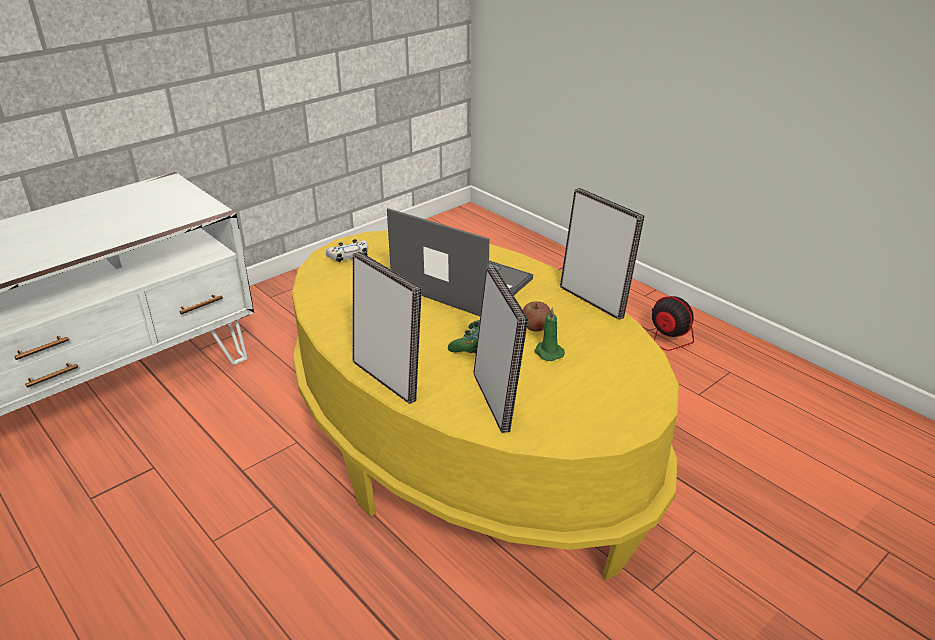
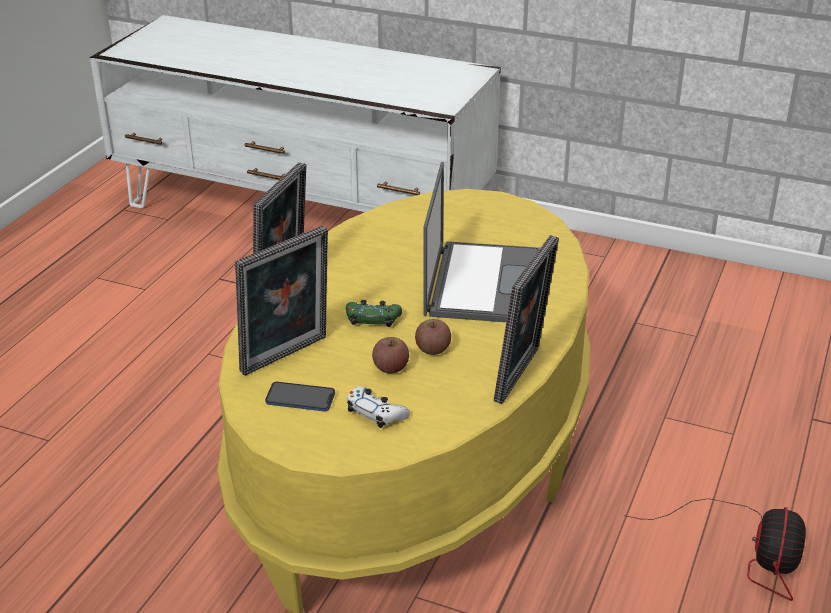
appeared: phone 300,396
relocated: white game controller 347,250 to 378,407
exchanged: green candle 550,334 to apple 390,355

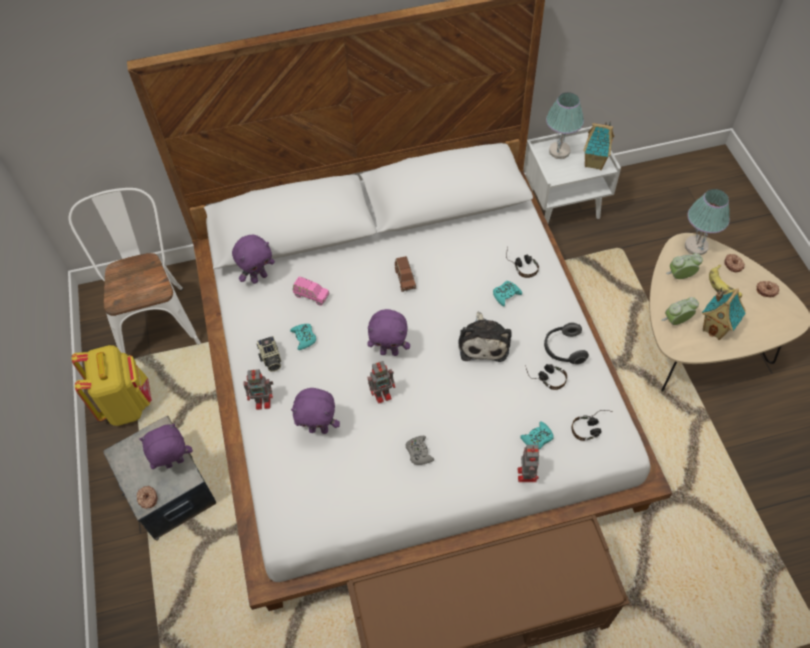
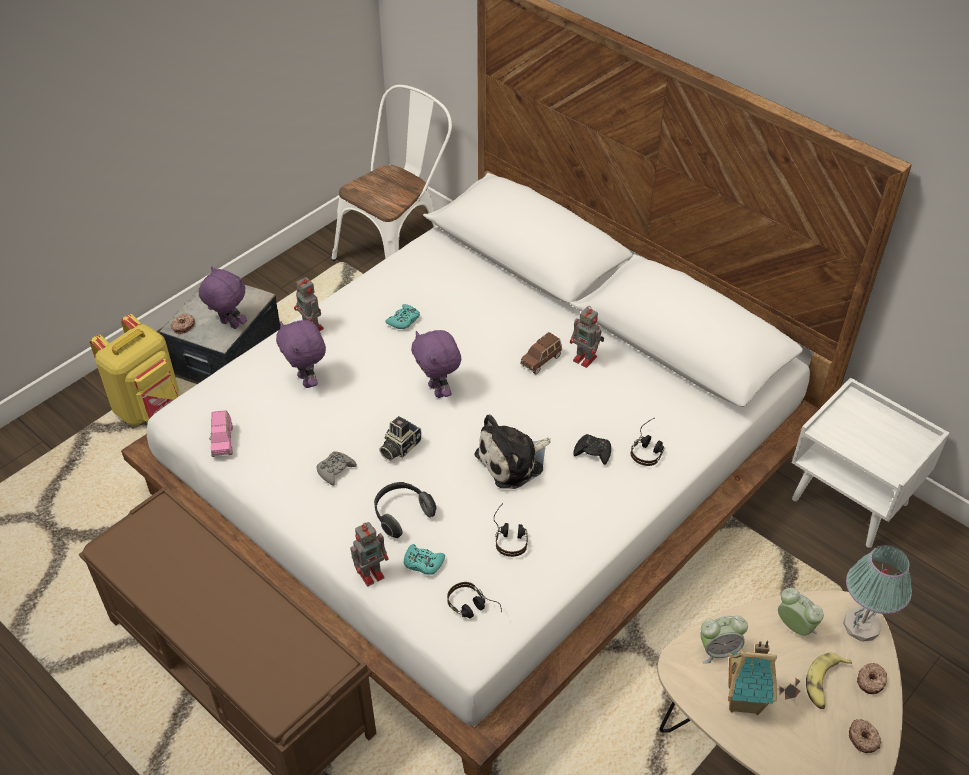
missing: purple plush toy 253,259; table lamp 565,125; toy house 599,145
relocated: yellow backpack 112,385 to 134,370; pink toy car 311,291 to 221,433; headphones 566,344 to 405,510; photo camera 269,354 to 400,438; toy robot 381,382 to 587,337
colour: turquoise game controller 507,294 to black game controller 592,449
spun: alarm clock 680,311 = 724,640 135 degrees clockwise

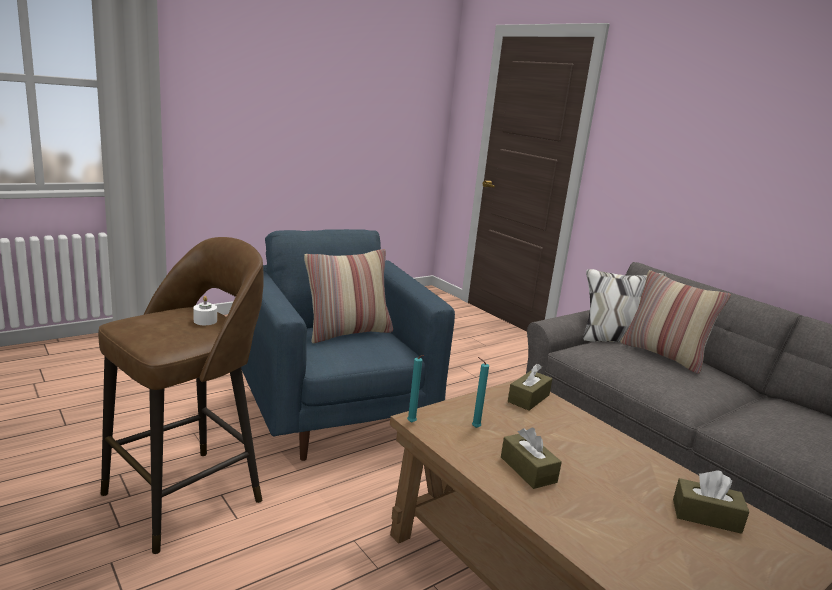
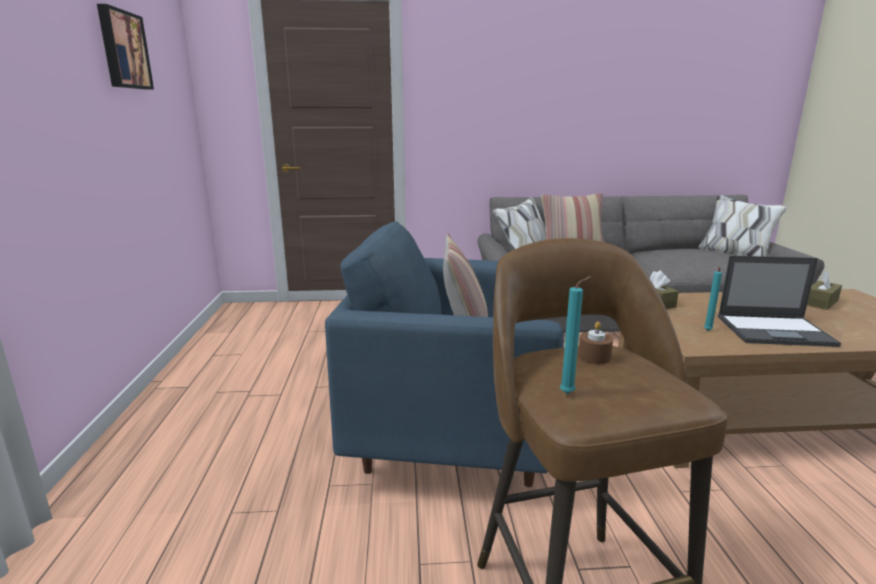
appeared: picture 125,47
relocated: turquoise candle 415,389 to 575,335
exchanged: brown tissue box 531,458 to laptop 779,301
colour: white candle 205,310 to brown candle 595,343

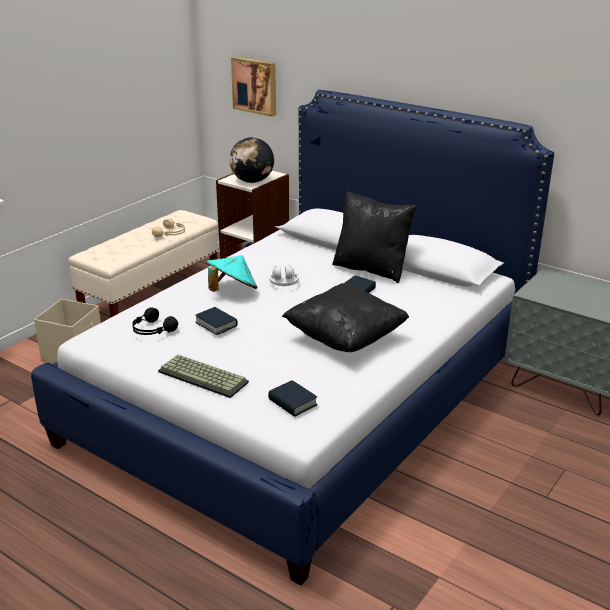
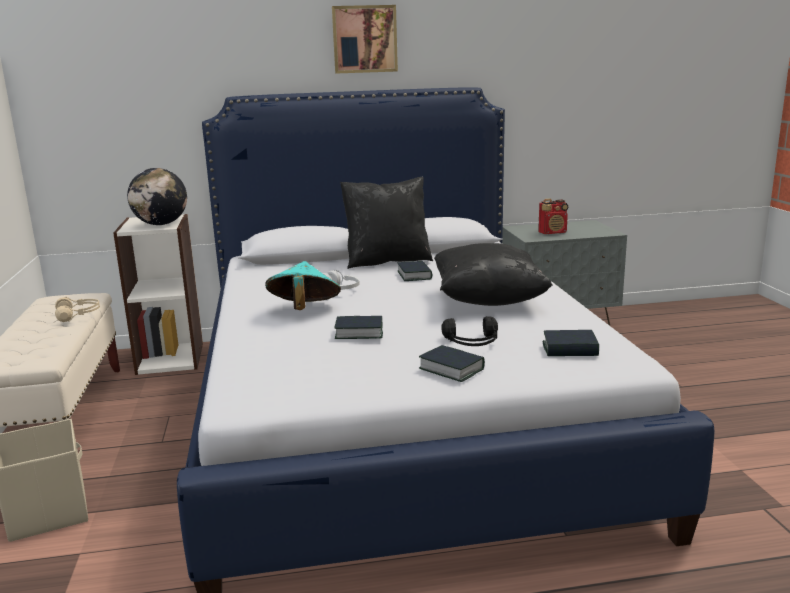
appeared: radio 553,216
relocated: picture 253,87 to 365,39; black headphones 155,321 to 469,331
exchanged: keyboard 203,376 to book 452,363

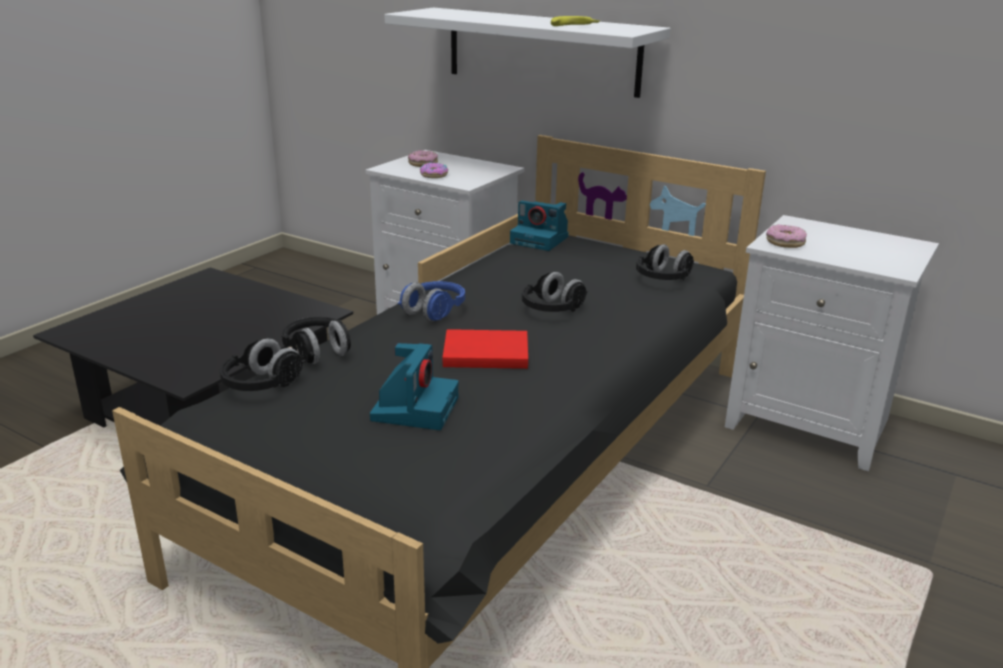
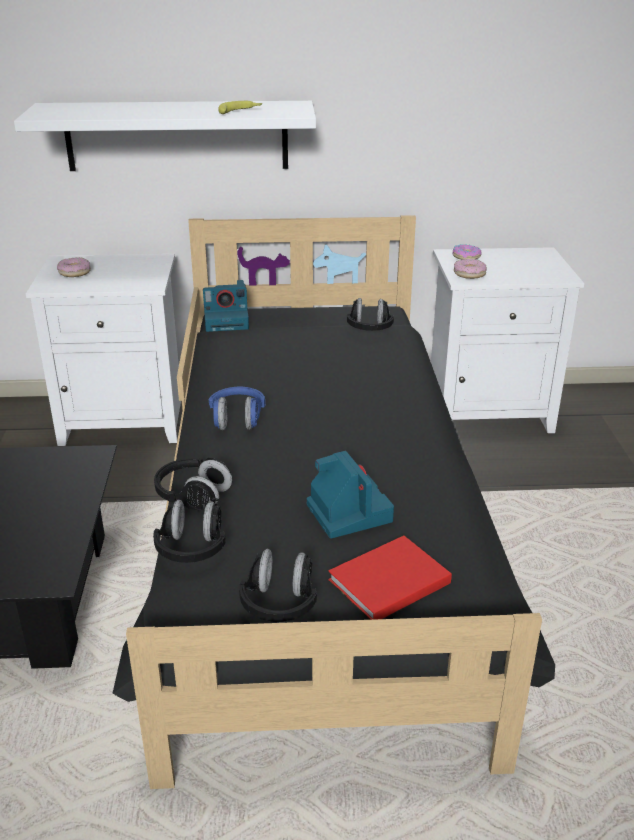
relocated: black headphones 555,292 to 278,585; red book 485,349 to 390,577; donut 434,170 to 467,252

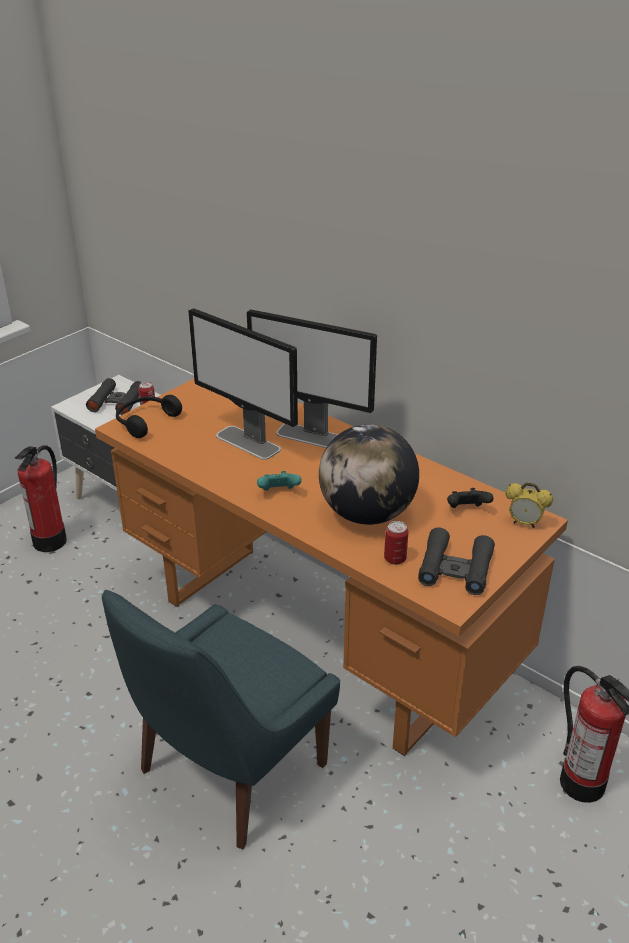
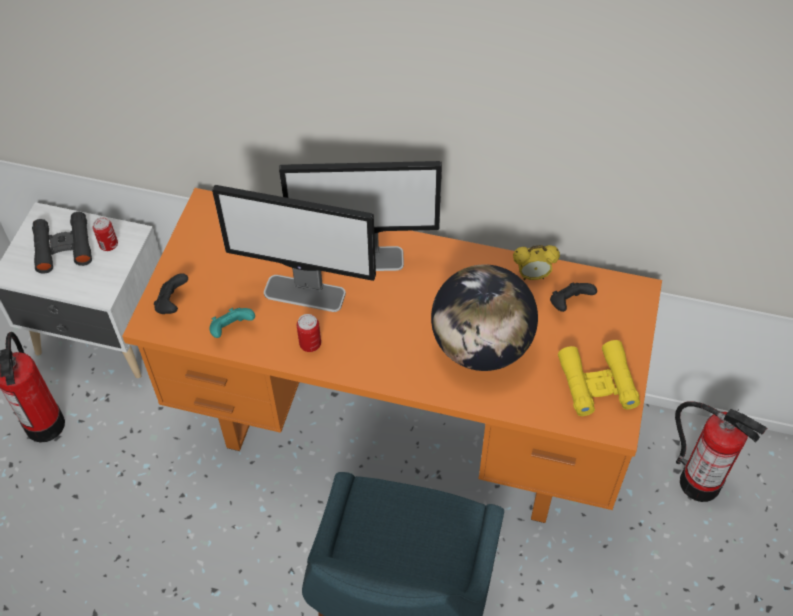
relocated: turquoise game controller 279,481 to 232,323; can 396,543 to 309,333; alarm clock 529,505 to 536,262
exchanged: black headphones 149,416 to black game controller 171,293
colour: black binoculars 456,561 to yellow binoculars 599,378

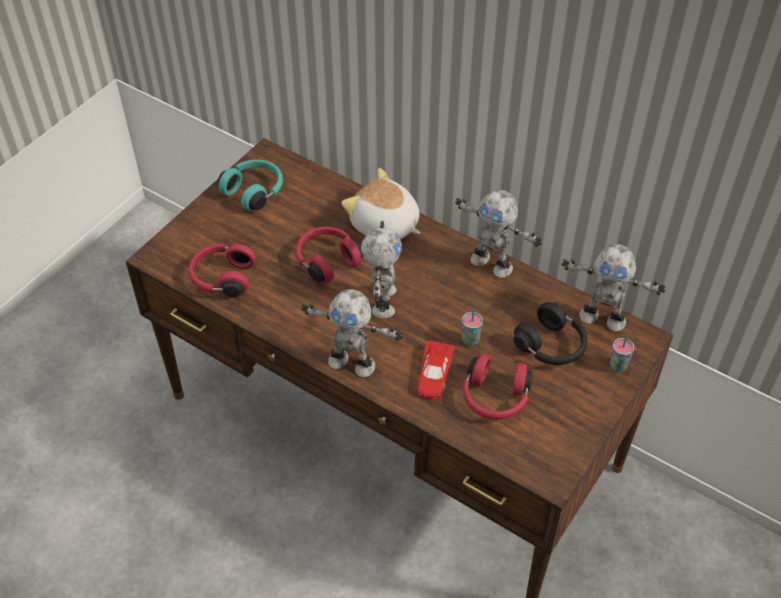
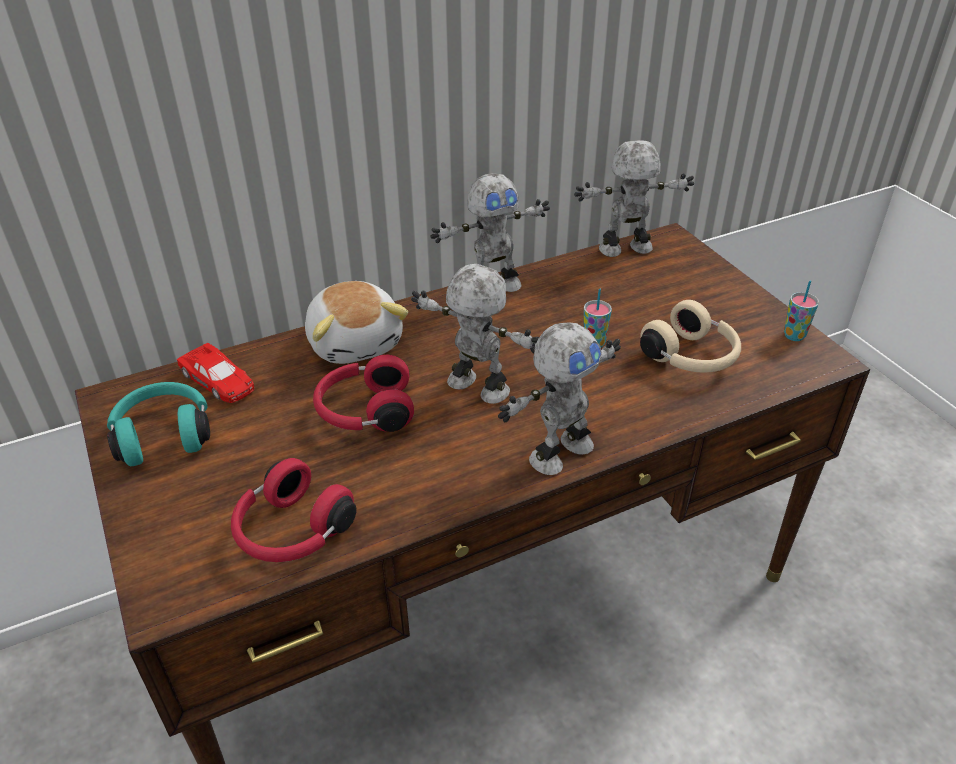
missing: black headphones 550,333
relocated: red toy car 435,370 to 216,373; cup 622,353 to 801,311
colour: red headphones 497,387 to beige headphones 690,336
spun: plush toy 380,203 = 357,322 90 degrees counterclockwise; toy robot 613,287 = 634,198 150 degrees counterclockwise

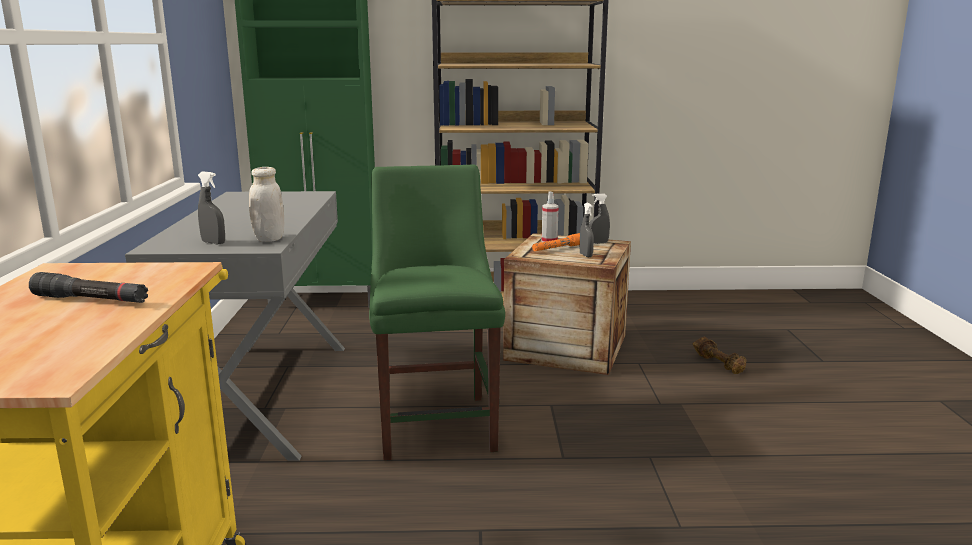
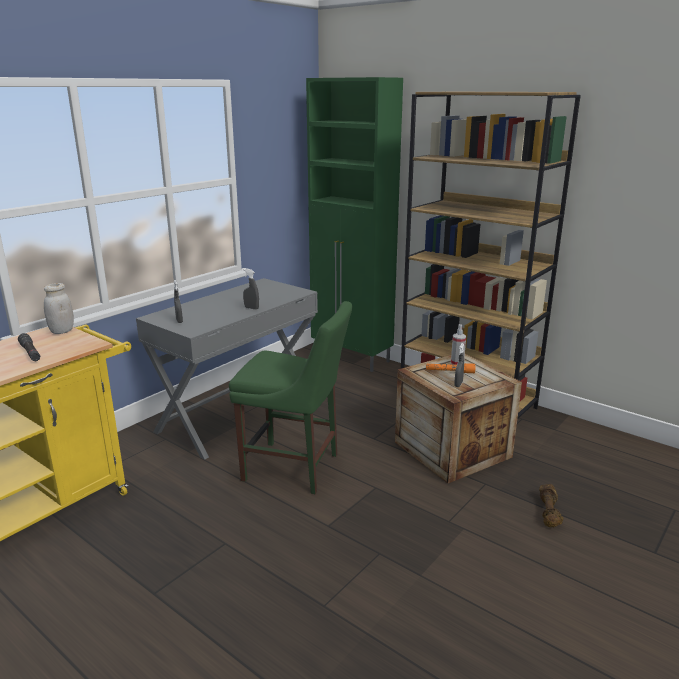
relocated: white jar 266,204 to 59,308; grey spray bottle 599,218 to 251,289
spun: green chair 437,313 = 290,397 75 degrees clockwise

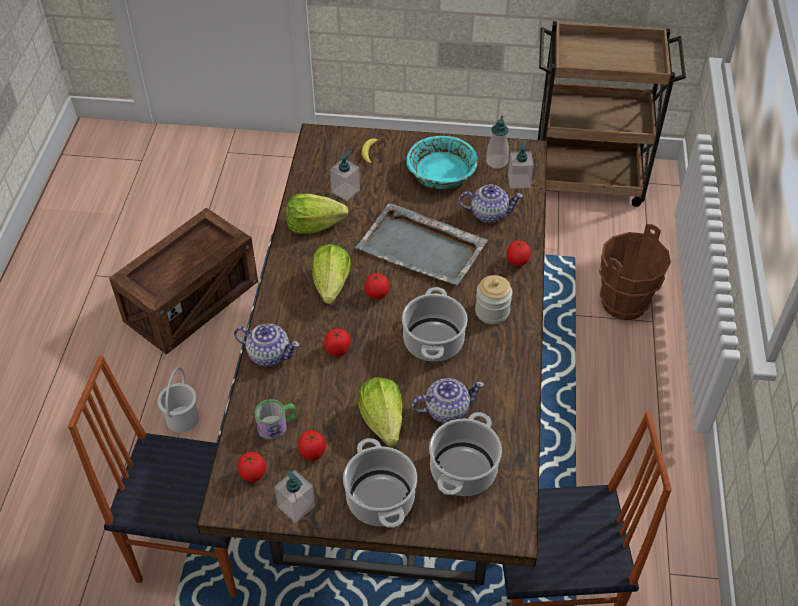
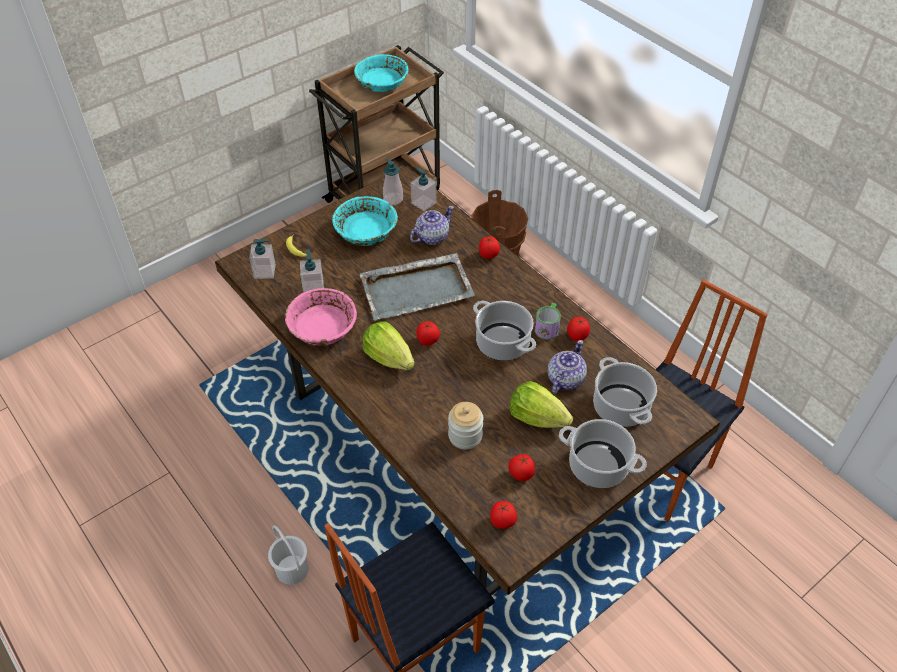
missing: crate 183,281; teapot 267,345
appeared: turquoise bowl 381,73
relocated: soap dispenser 294,496 to 262,259; jar 493,299 to 465,425; mug 275,419 to 548,321; tomato 337,342 to 578,329
exchanged: lettuce 317,214 to pink bowl 321,317

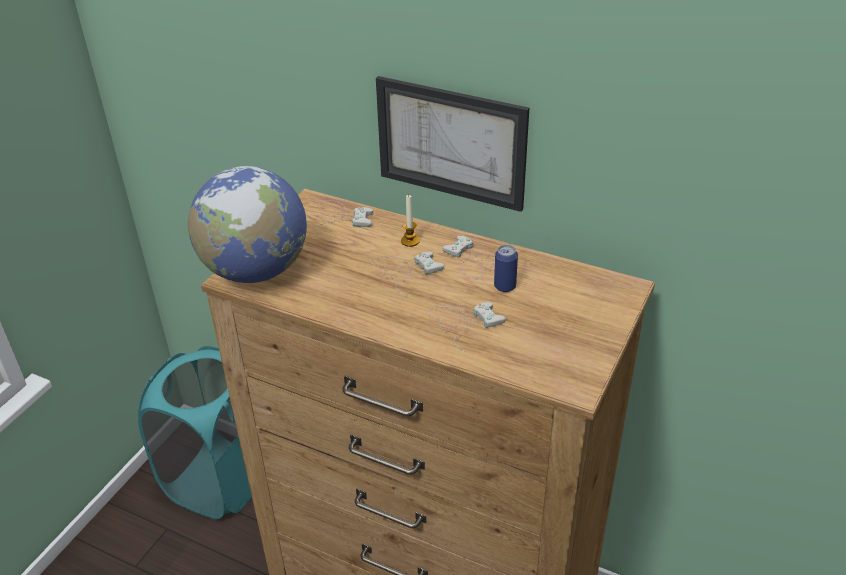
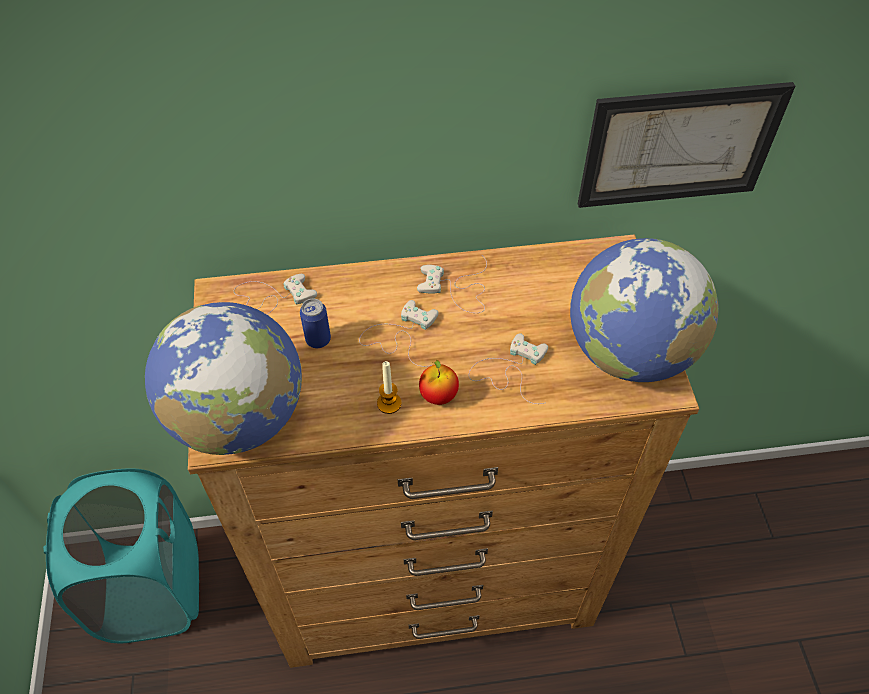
appeared: apple 439,382; globe 644,310
relocated: can 506,268 to 315,323; candle 410,221 to 389,387; picture 452,144 to 686,145

